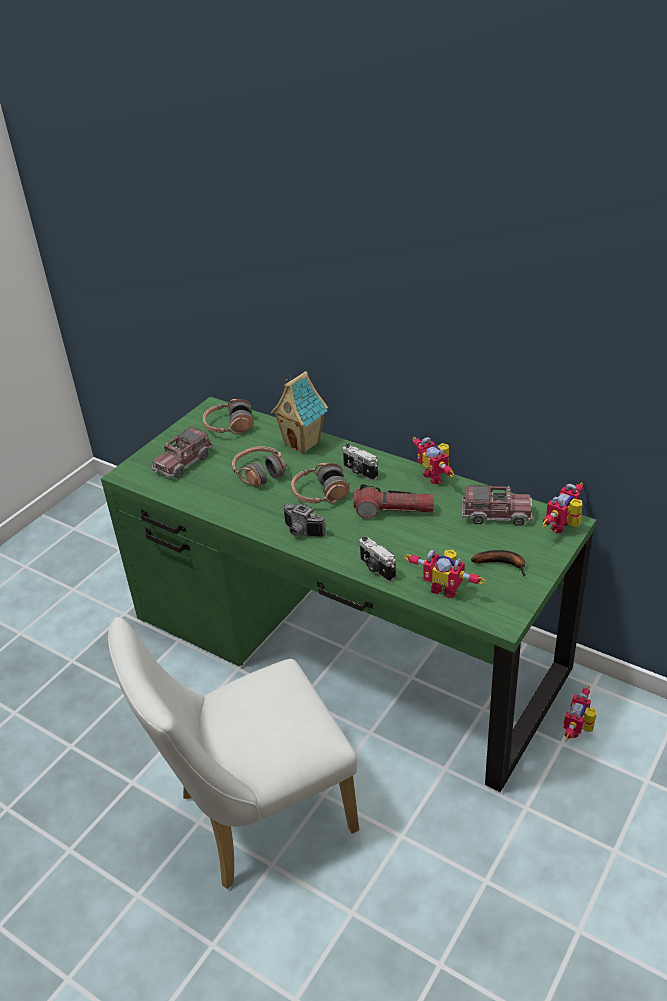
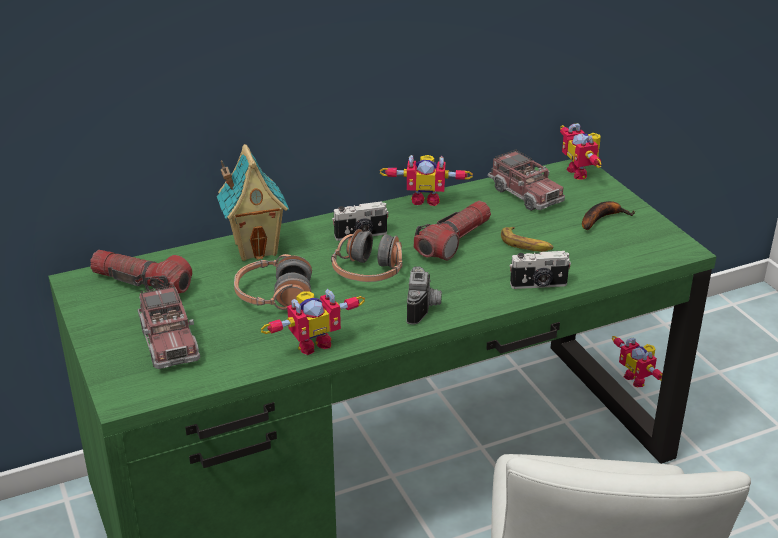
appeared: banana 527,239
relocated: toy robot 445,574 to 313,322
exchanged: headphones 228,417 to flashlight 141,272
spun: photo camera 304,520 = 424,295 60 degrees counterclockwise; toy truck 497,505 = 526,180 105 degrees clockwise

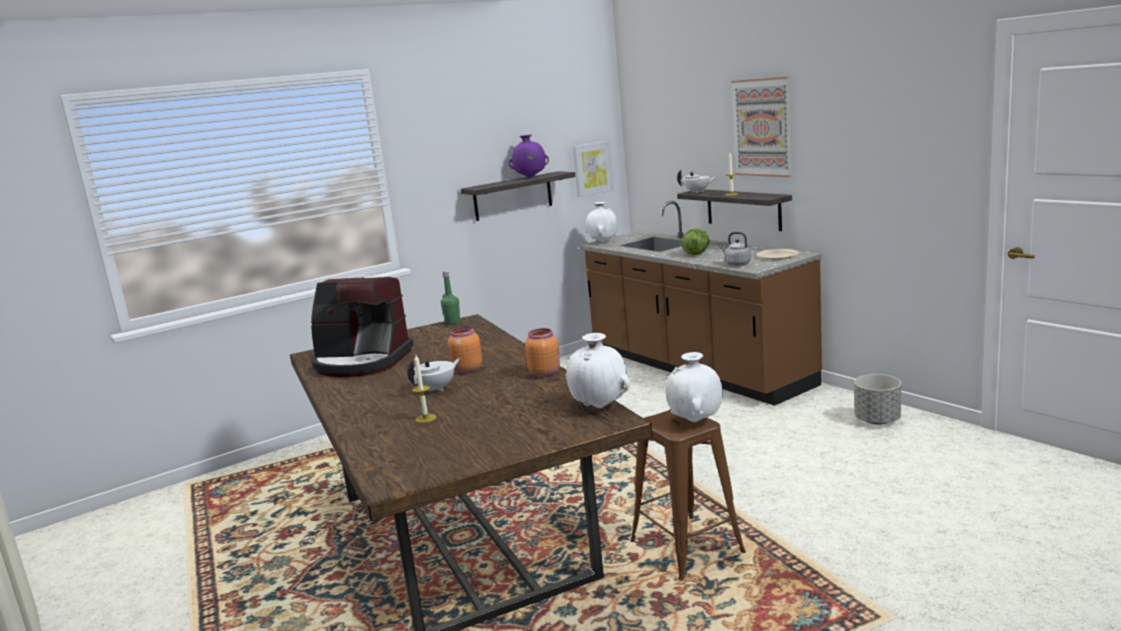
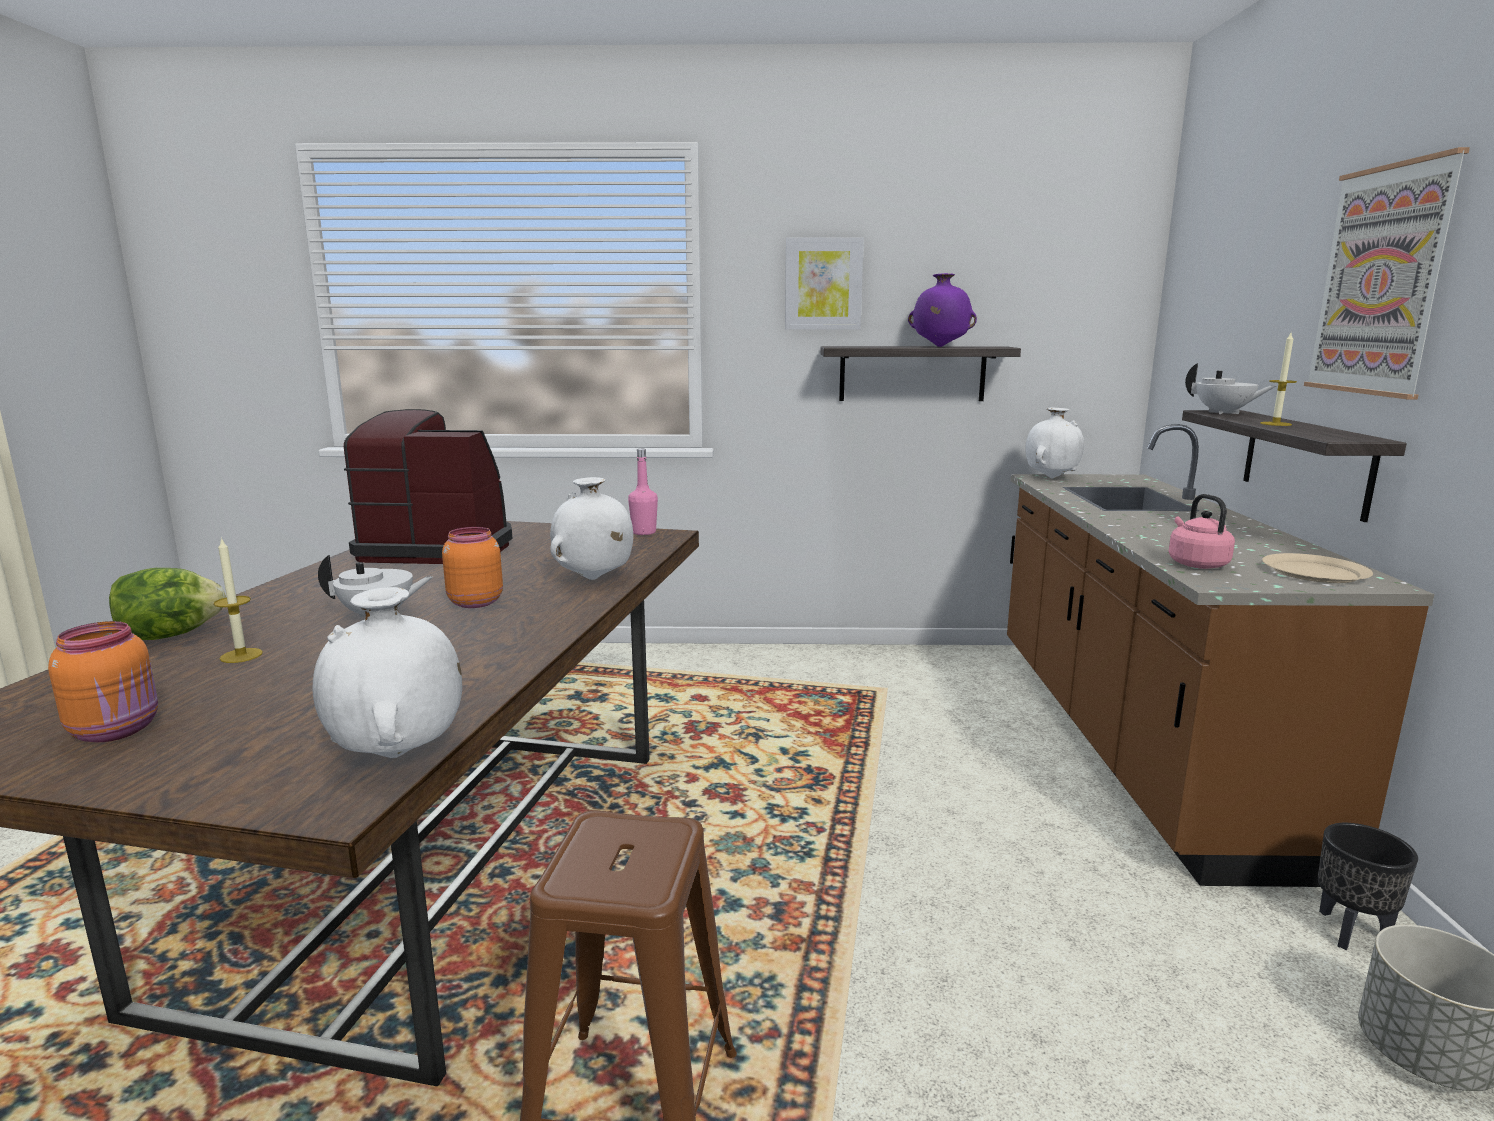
appeared: black planter 1368,886
relocated: orange jar 542,352 to 103,681; lettuce 695,241 to 167,604; white vase 694,387 to 591,528; picture 593,169 to 824,283
colour: green bottle 450,298 to pink bottle 643,492; grey kettle 735,249 to pink kettle 1201,531
spun: coffee machine 362,327 = 428,486 135 degrees clockwise

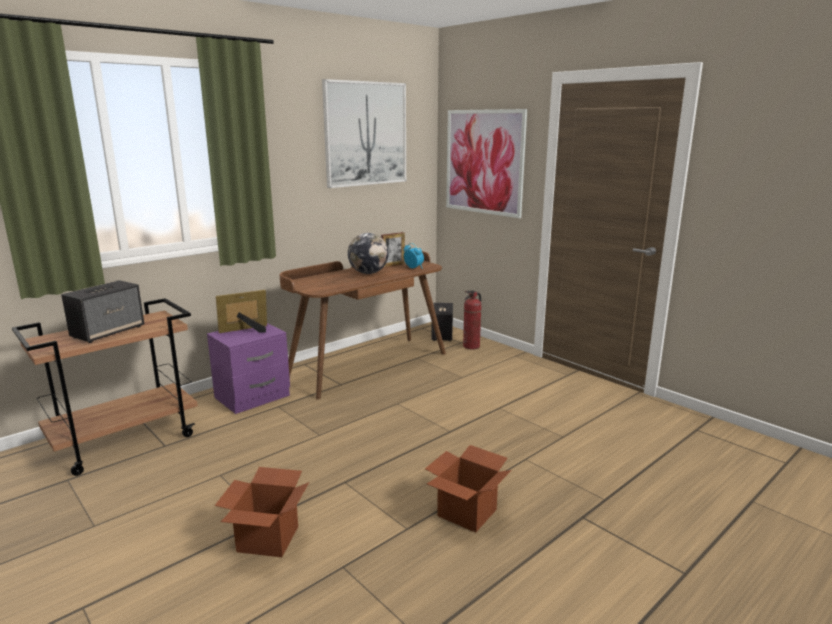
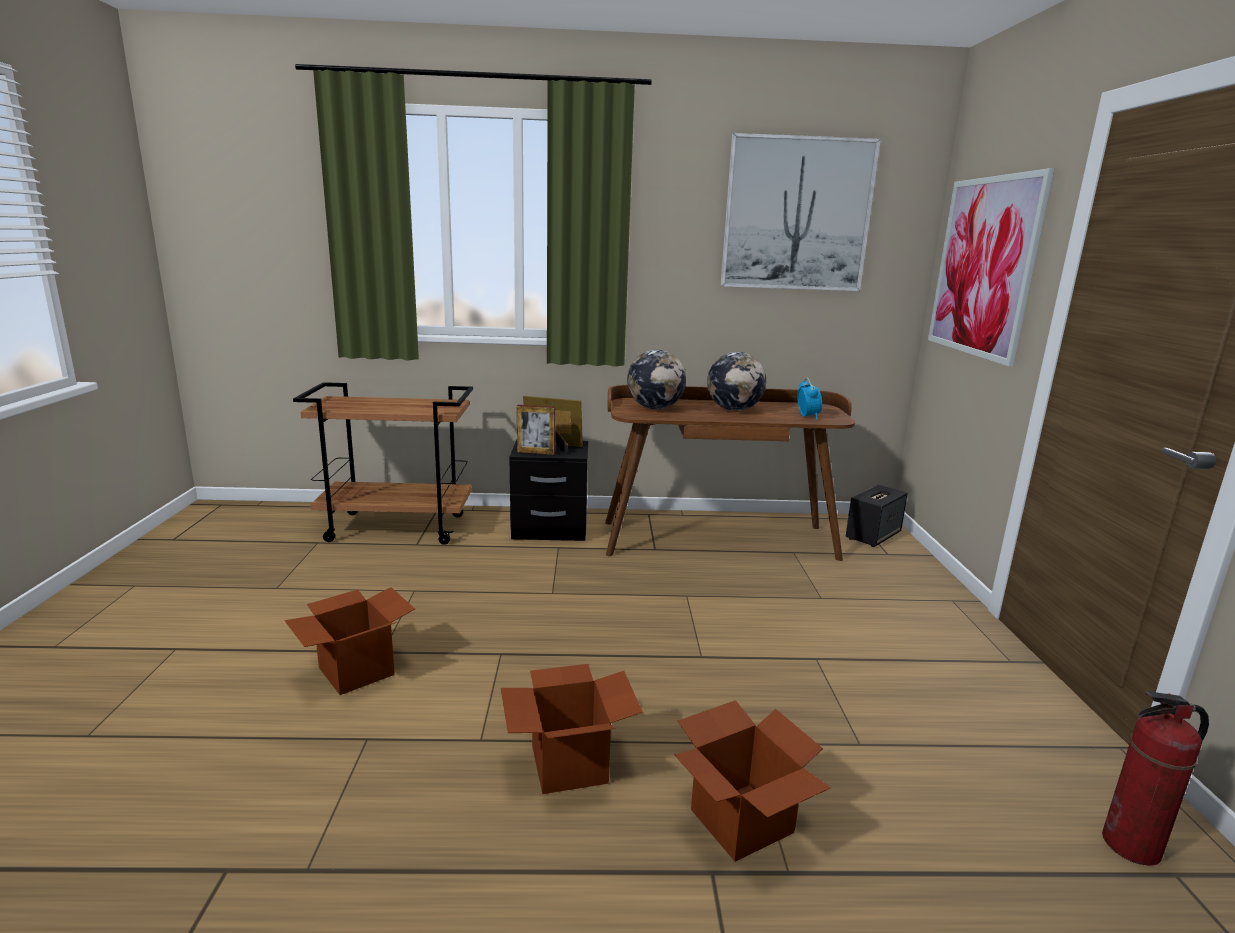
missing: speaker 102,311
appeared: globe 656,379; cardboard box 752,781
relocated: picture frame 393,250 to 536,430; fire extinguisher 472,320 to 1155,778
colour: purple nightstand 248,368 to black nightstand 549,490

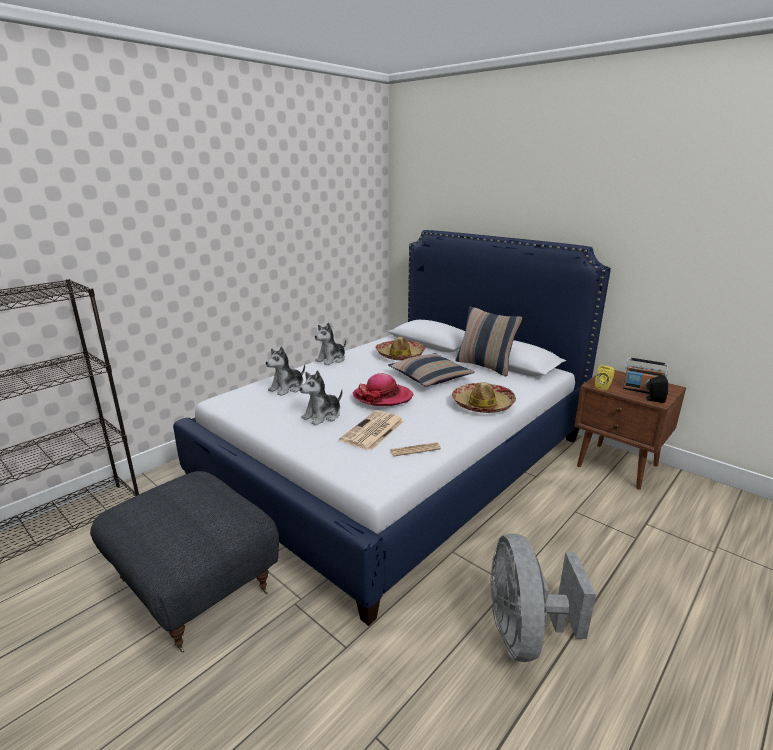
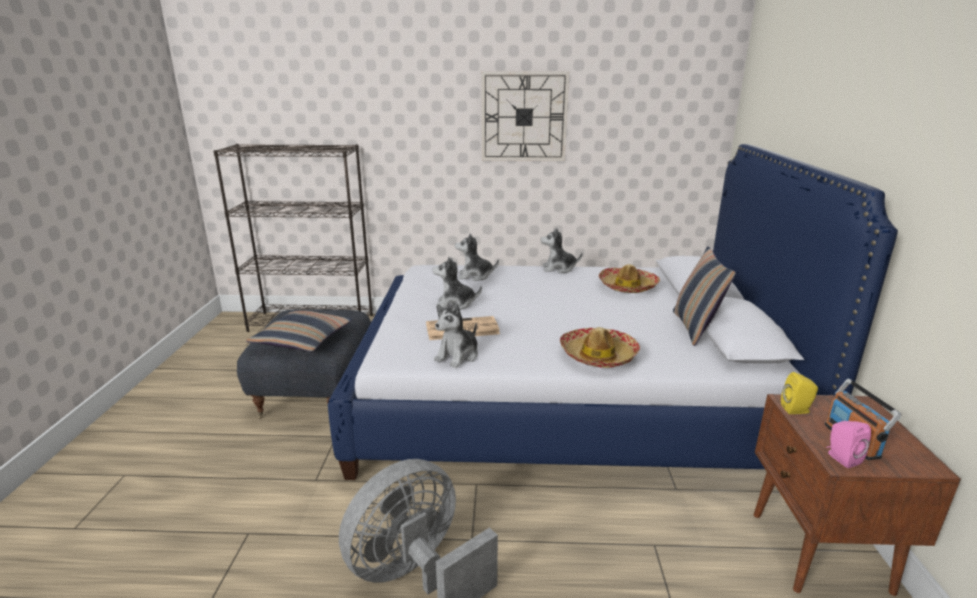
missing: hat 383,389
appeared: wall clock 525,116
relocated: pillow 431,370 to 299,330
exchanged: newspaper 415,449 to plush toy 456,335
colour: black speaker 656,389 to pink speaker 848,444

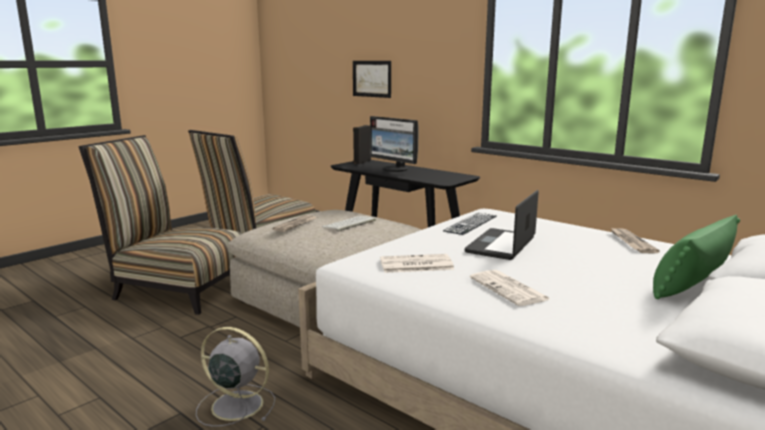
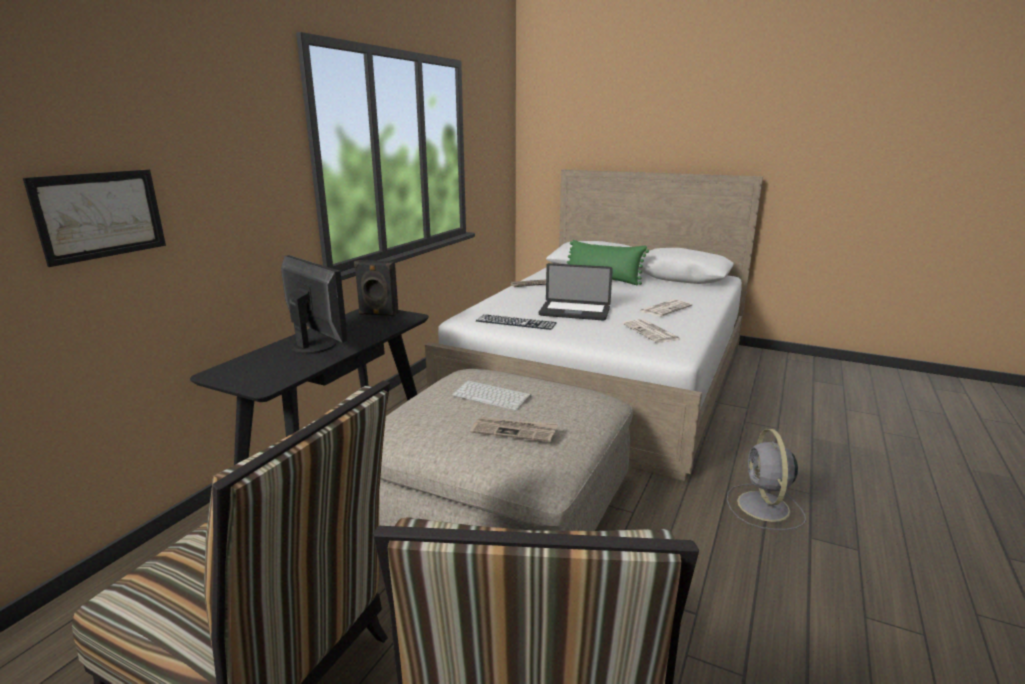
relocated: black speaker 362,144 to 376,288
spun: monitor 394,144 = 314,304 75 degrees counterclockwise

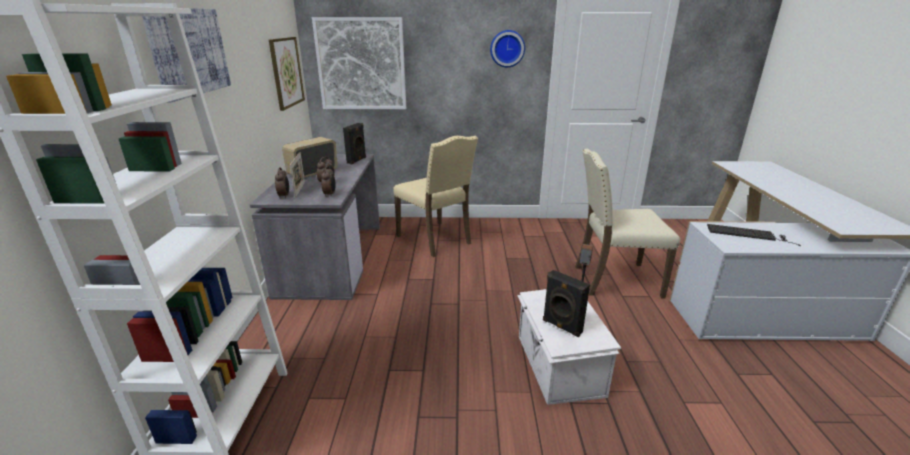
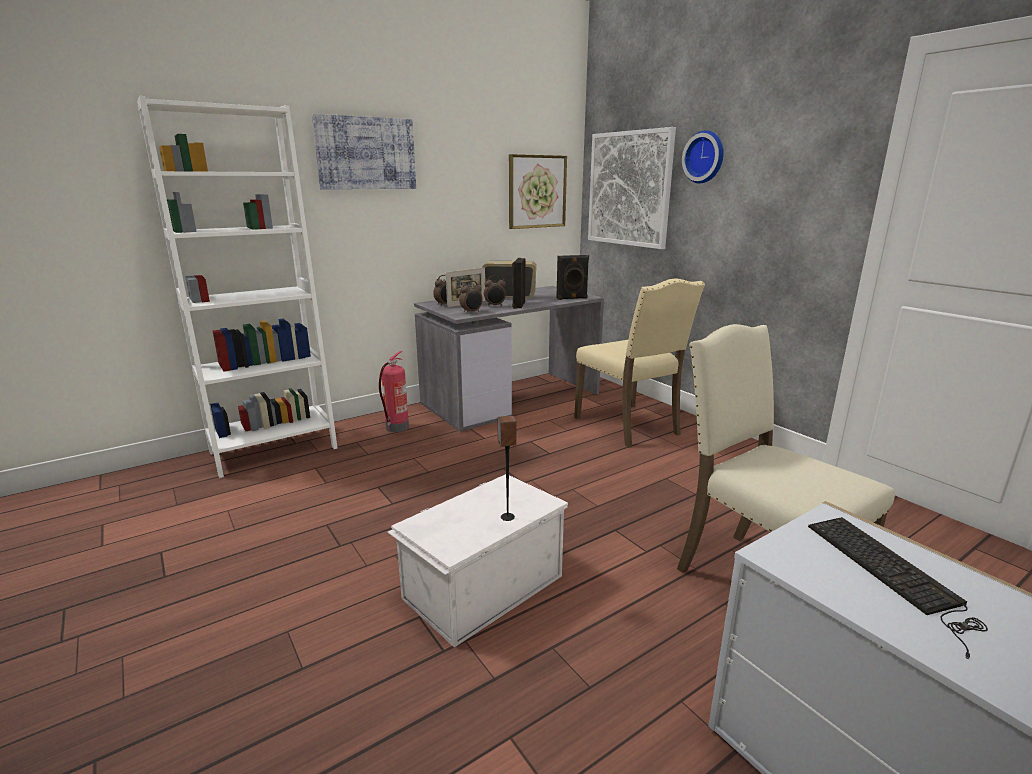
appeared: fire extinguisher 394,391
relocated: black speaker 566,304 to 519,283; wall clock 507,48 to 703,157
spun: beige chair 435,196 = 639,363 45 degrees counterclockwise

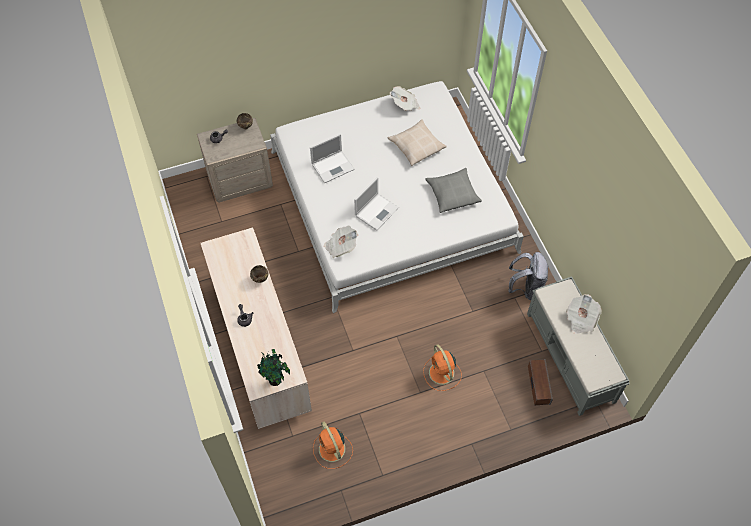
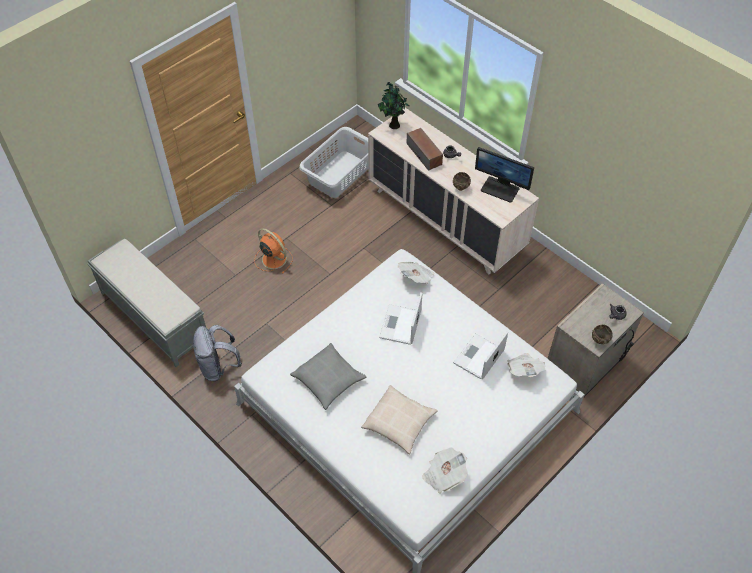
appeared: monitor 504,175
relocated: speaker 540,382 to 425,149; newspaper 584,314 to 526,365
exchanged: orange fan 333,445 to grey laundry basket 333,162

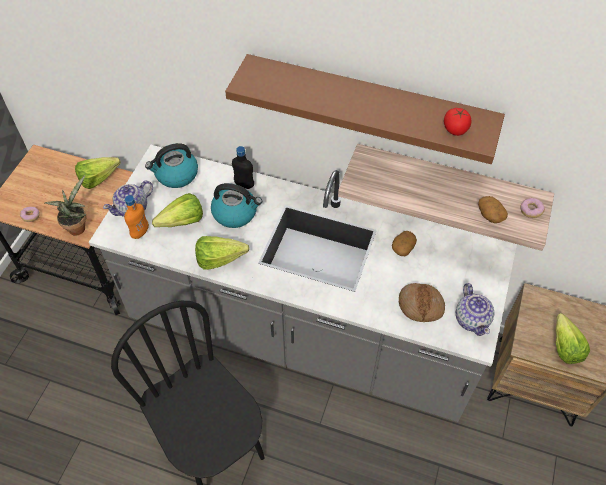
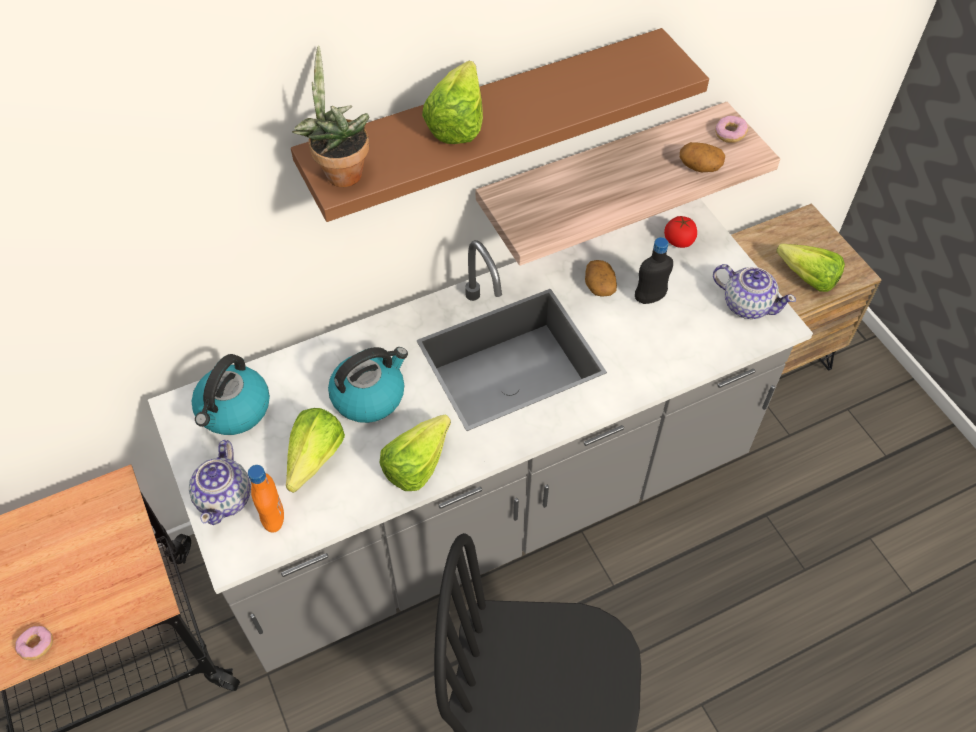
missing: bread 421,302
relocated: potted plant 66,206 to 331,116; lettuce 98,173 to 452,102; black bottle 243,167 to 654,270; tomato 457,122 to 680,232

